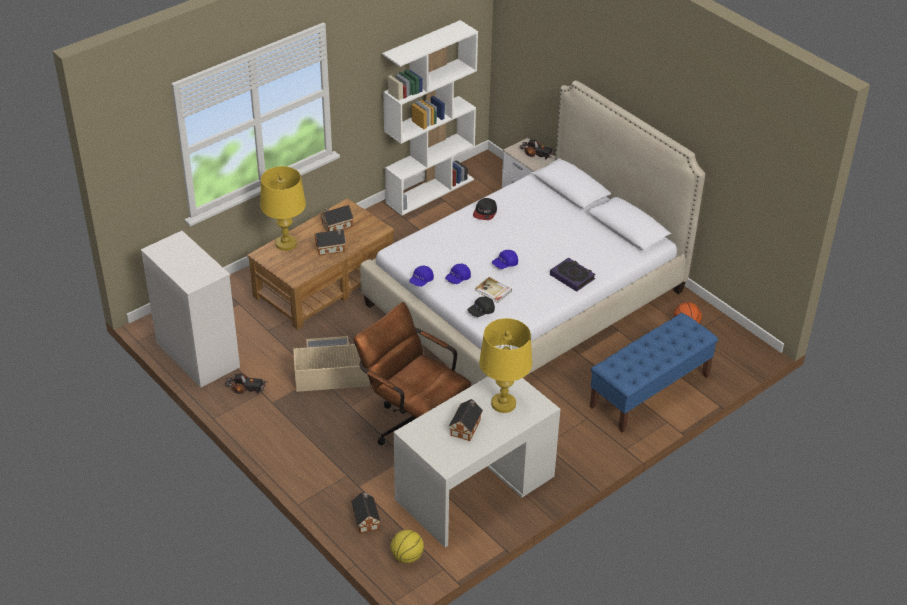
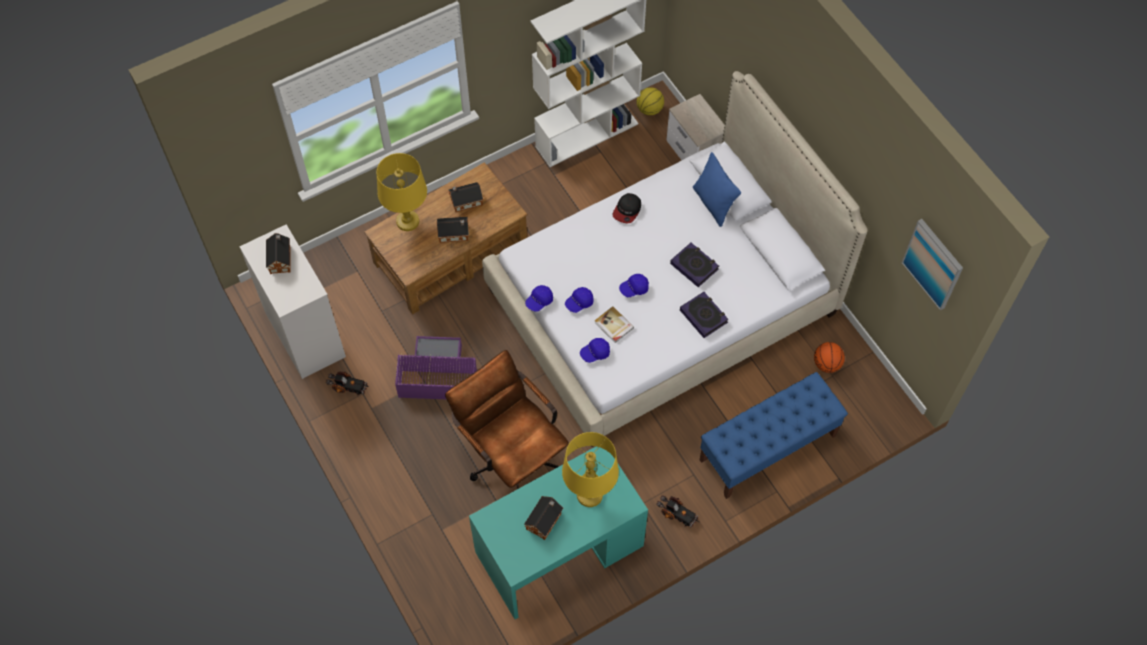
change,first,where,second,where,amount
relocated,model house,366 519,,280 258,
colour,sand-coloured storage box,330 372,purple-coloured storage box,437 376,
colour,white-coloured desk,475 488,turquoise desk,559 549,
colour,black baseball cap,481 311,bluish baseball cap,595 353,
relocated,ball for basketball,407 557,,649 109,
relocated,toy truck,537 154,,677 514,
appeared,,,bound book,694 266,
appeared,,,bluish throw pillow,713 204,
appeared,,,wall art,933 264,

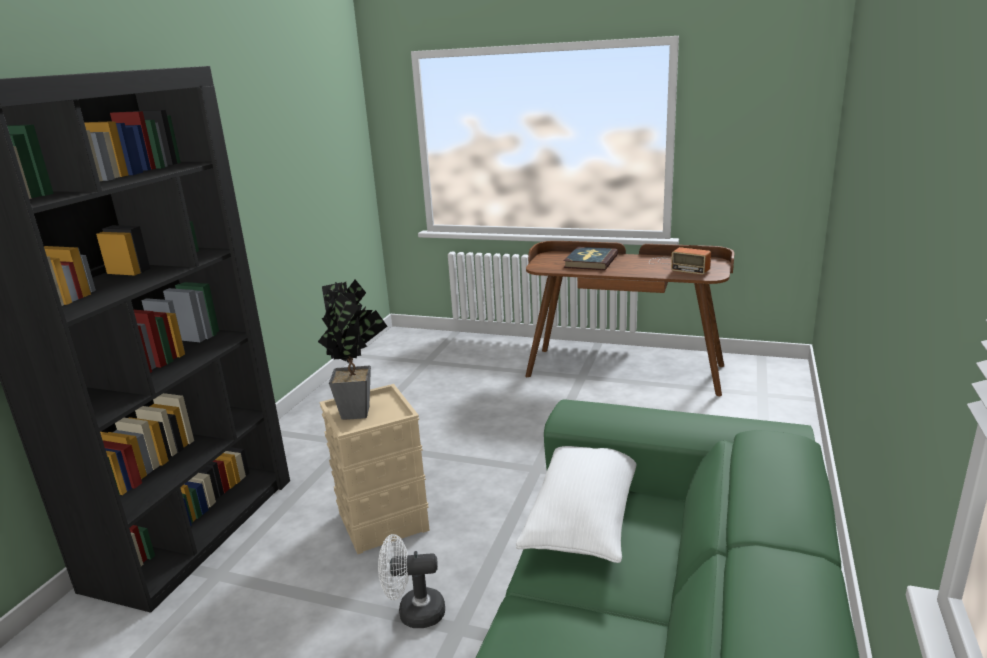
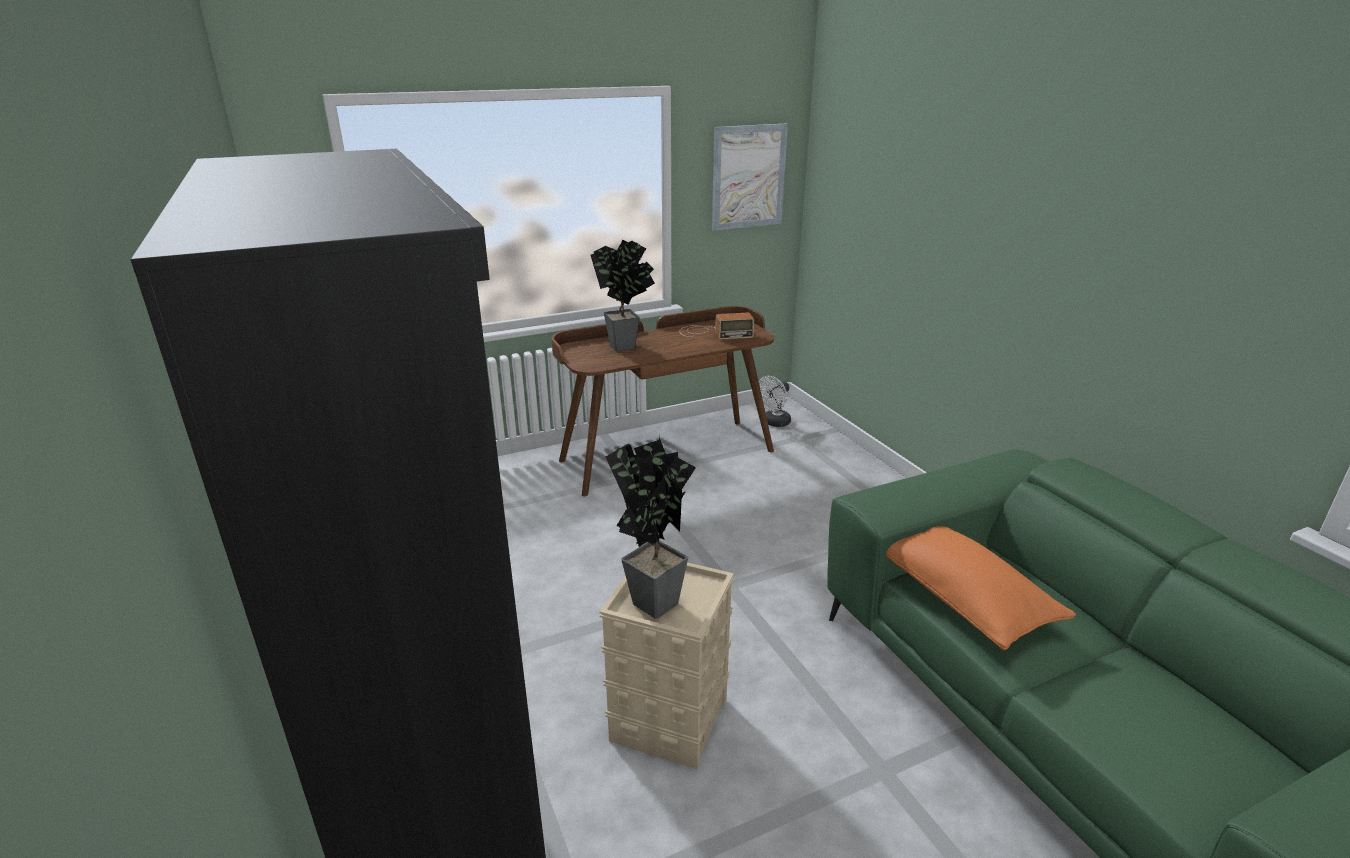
change,first,where,second,where,amount
exchanged,bound book,590 261,houseplant,627 346,
appeared,,,wall art,748 177,
relocated,white-coloured fan,414 613,,774 423,
colour,white-coloured throw pillow,584 518,orange-coloured throw pillow,962 599,

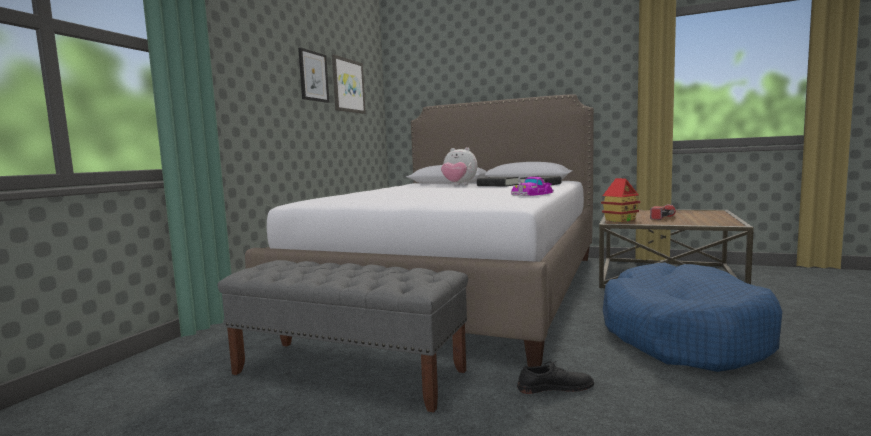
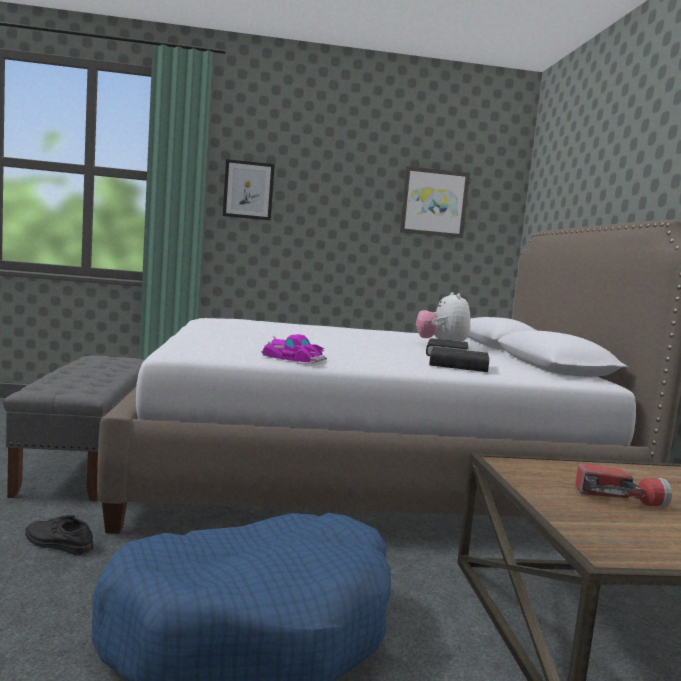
change,first,where,second,where,amount
spun,black low shoe,555 387,,57 543,150 degrees clockwise
relocated,wall art,313 76,,248 190,
missing,model house,620 220,,,

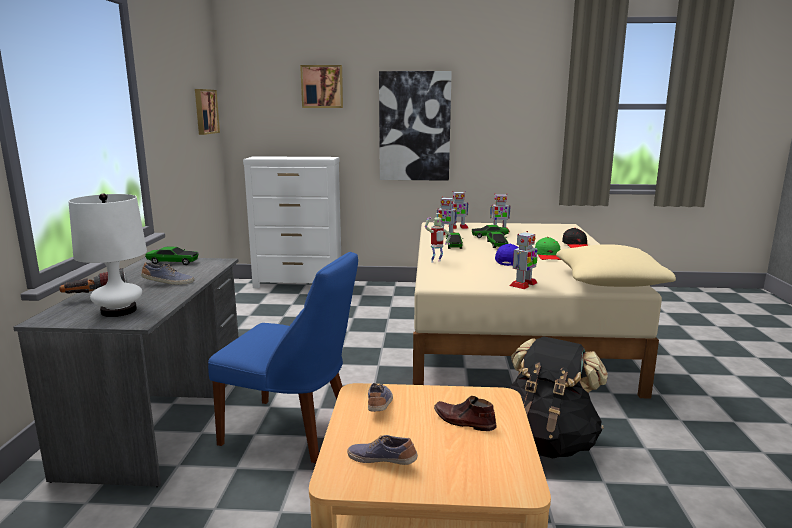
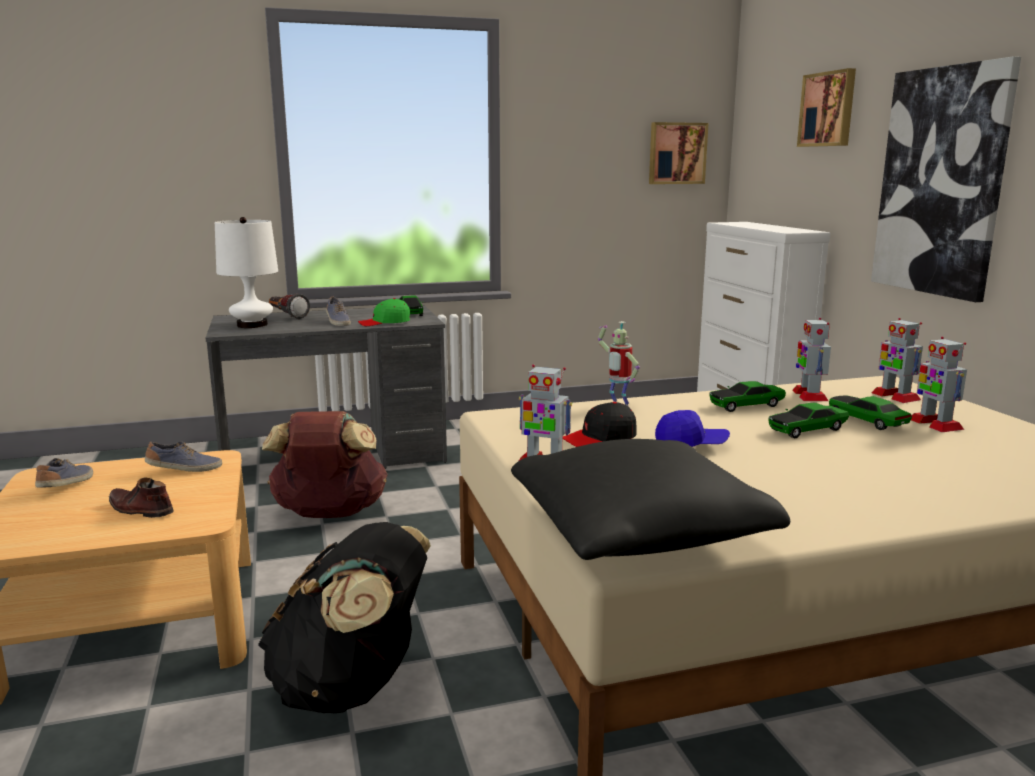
change,first,where,second,where,amount
spun,brownish low shoe,463 421,,140 509,75 degrees counterclockwise
exchanged,bluish chair,293 431,brownish rucksack,329 514,
relocated,greenish baseball cap,548 255,,385 322,
colour,sand-coloured throw pillow,609 282,black throw pillow,638 530,
relocated,black baseball cap,576 245,,600 438,

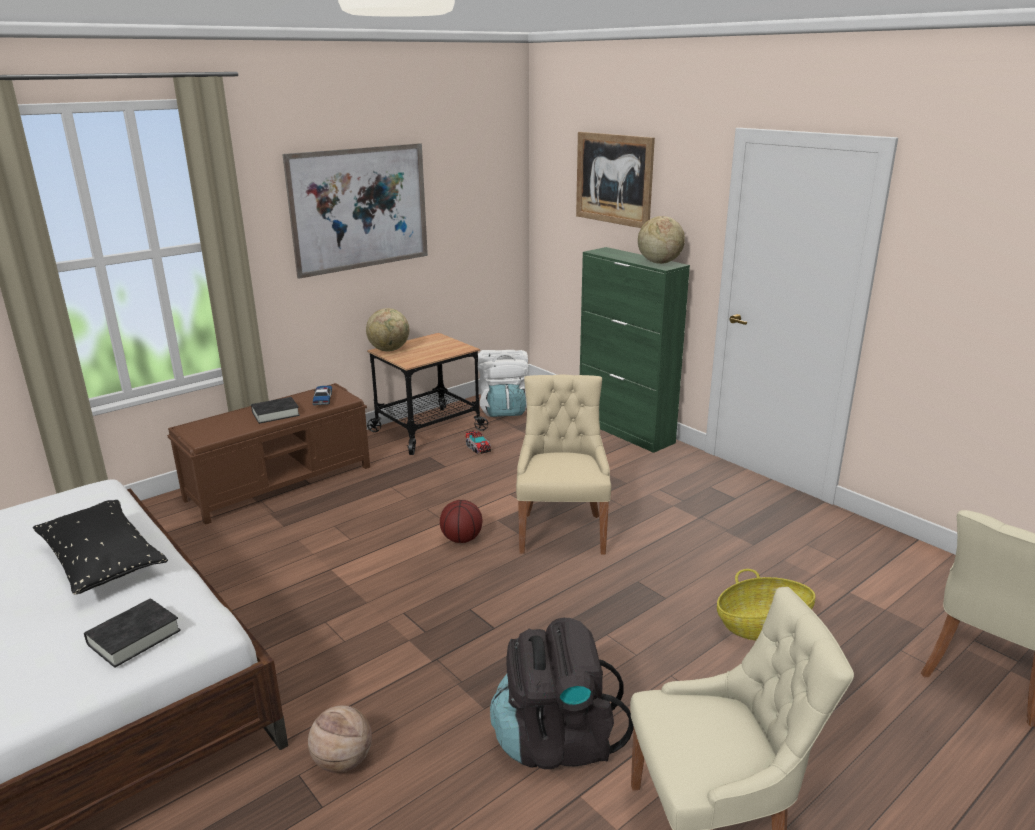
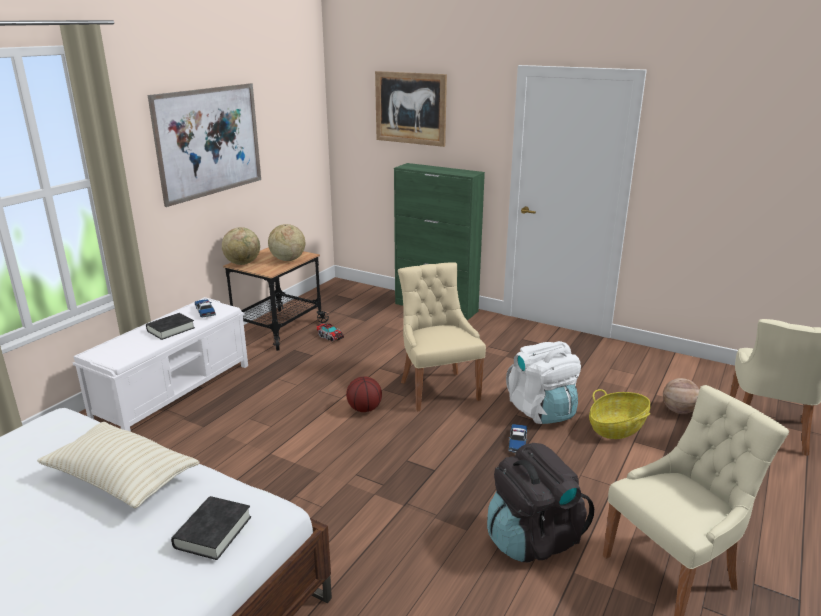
change,first,where,second,where,amount
colour,black throw pillow,102 562,sand-coloured throw pillow,121 478,
colour,brownish long seat,281 482,white-coloured long seat,175 391,
relocated,world globe,659 262,,287 259,
relocated,white-coloured rucksack,503 410,,542 410,
appeared,,,miniature car,517 442,
relocated,ball for basketball,343 762,,678 411,

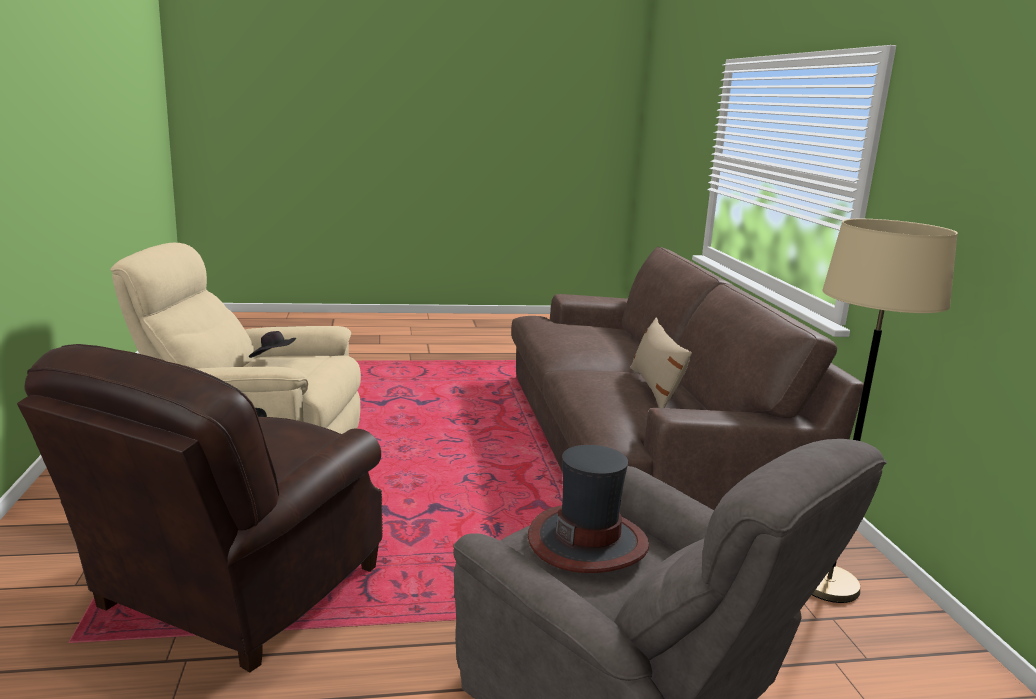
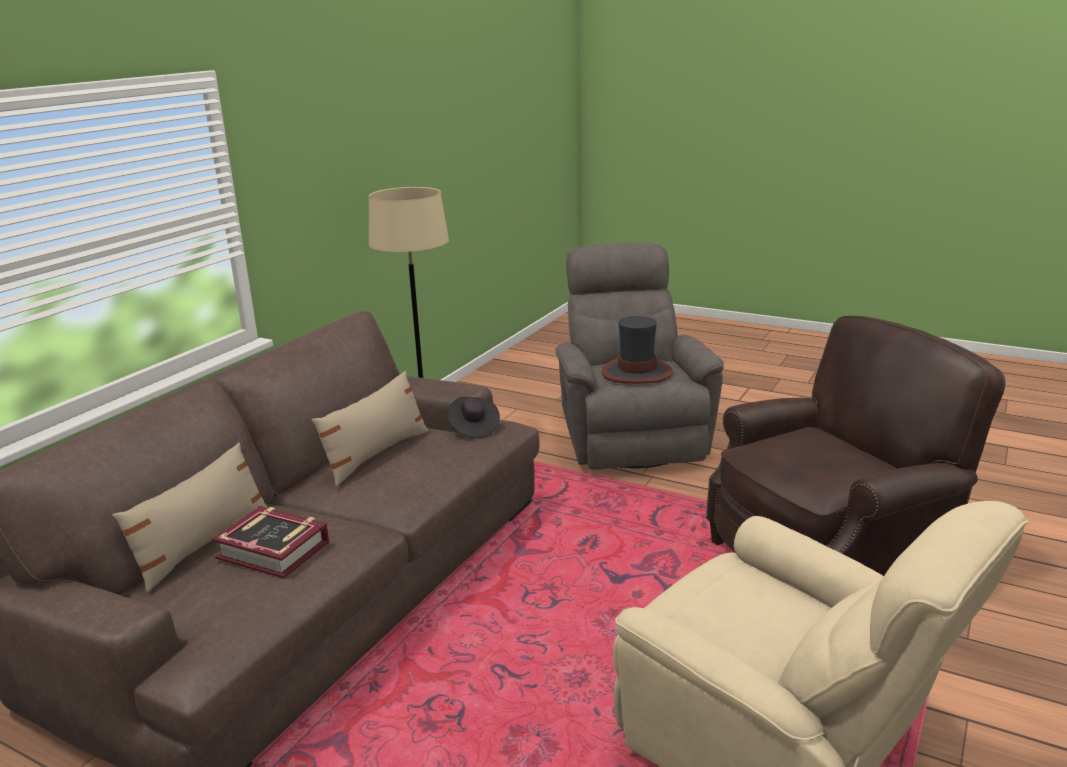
change,first,where,second,where,amount
appeared,,,sand-coloured throw pillow,203 545,
appeared,,,bound book,274 550,
relocated,black clothing hat,274 359,,473 428,

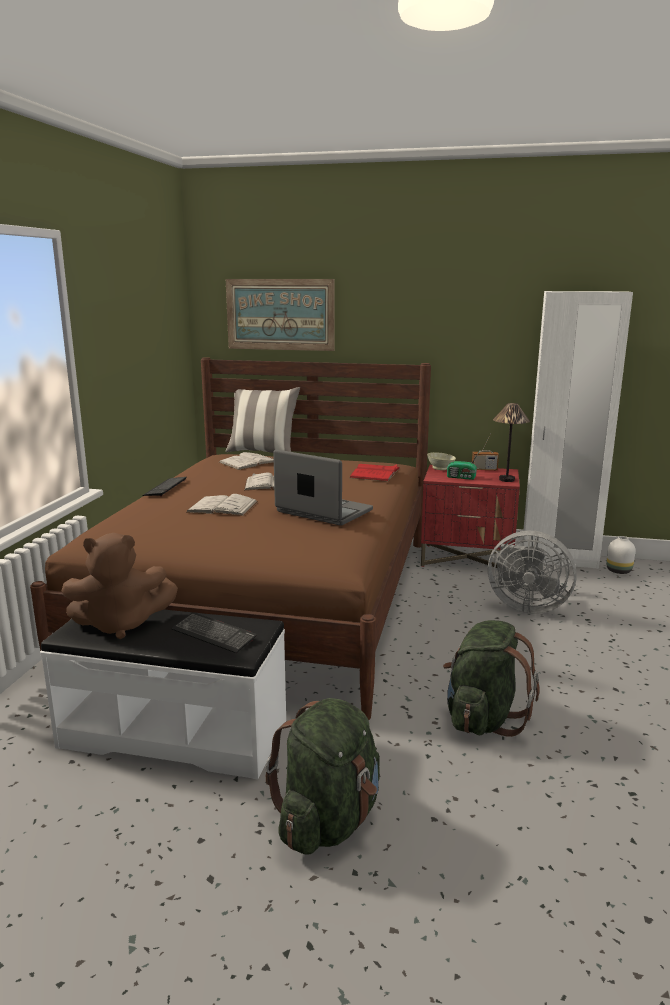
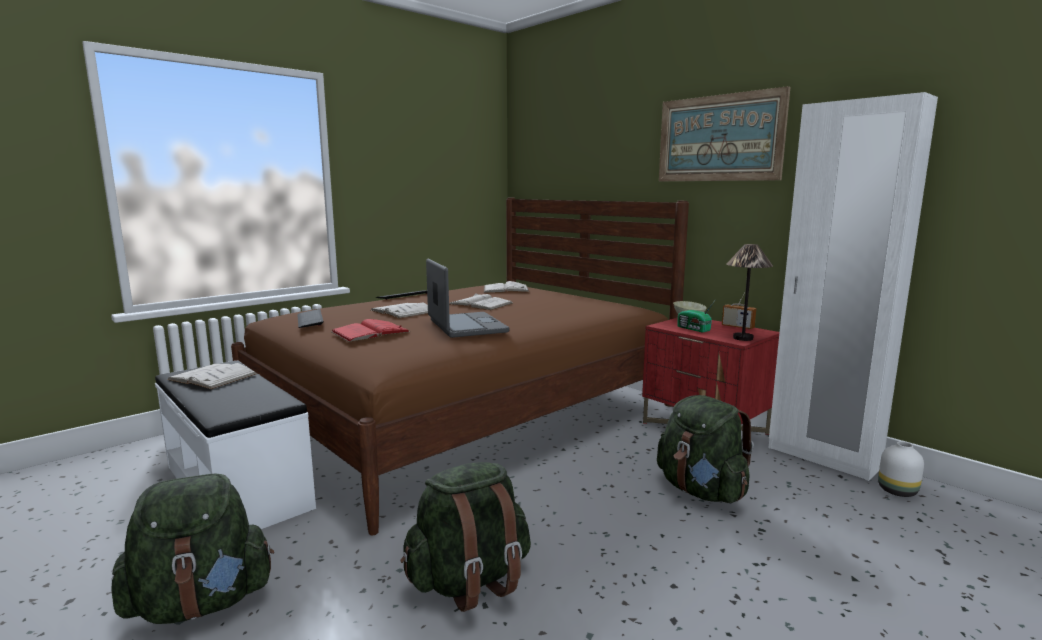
change,first,where,second,where,amount
exchanged,brownish soft toy,121 624,white-coloured bound book,212 377,
relocated,keyboard,213 634,,310 320,
relocated,reddish bound book,375 473,,370 332,
exchanged,grey fan,525 606,greenish rucksack,701 491,
relocated,wall art,280 314,,719 138,
missing,throw pillow,263 453,,,

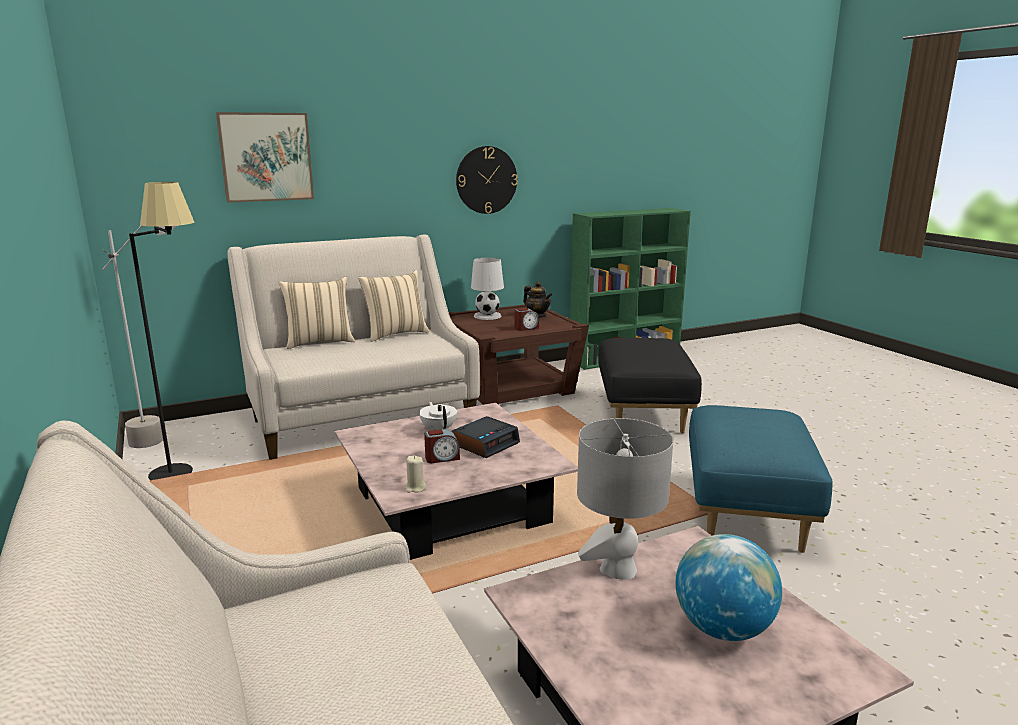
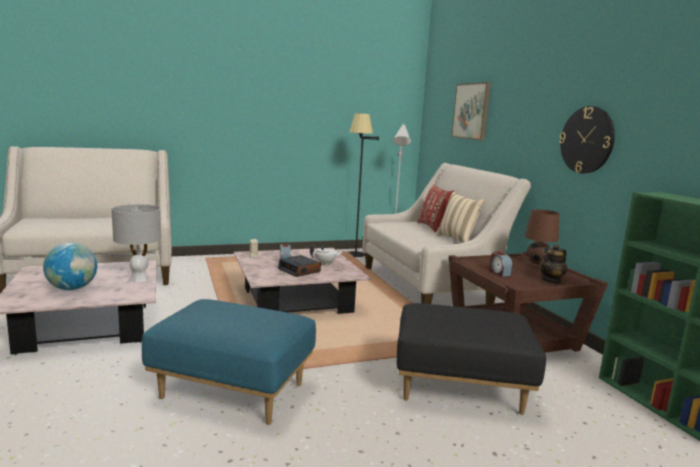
change,first,where,second,where,amount
colour,sand-coloured throw pillow,319 342,reddish throw pillow,433 227,
colour,white-coloured table lamp,487 316,brownish table lamp,537 265,

